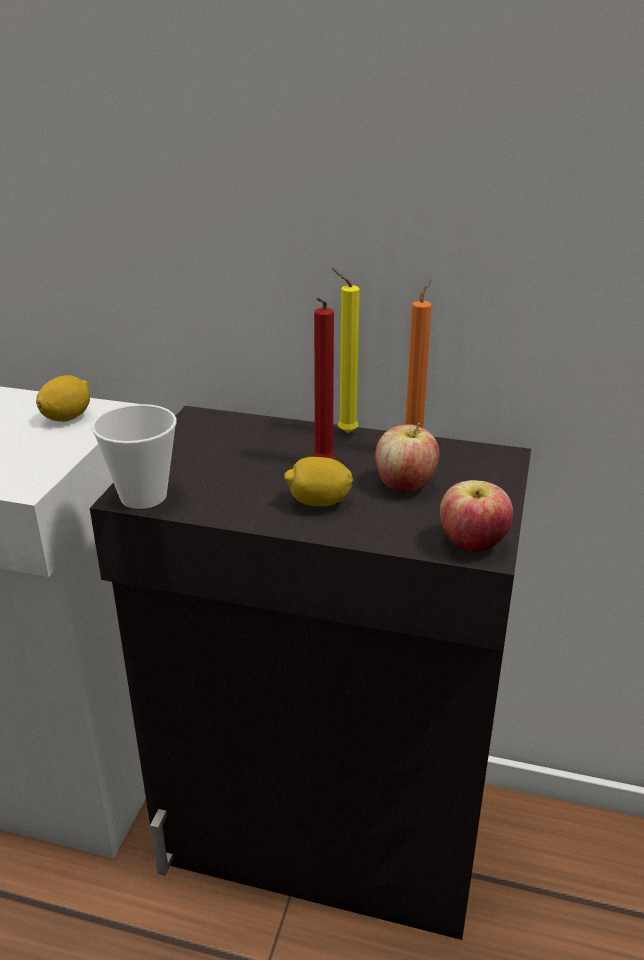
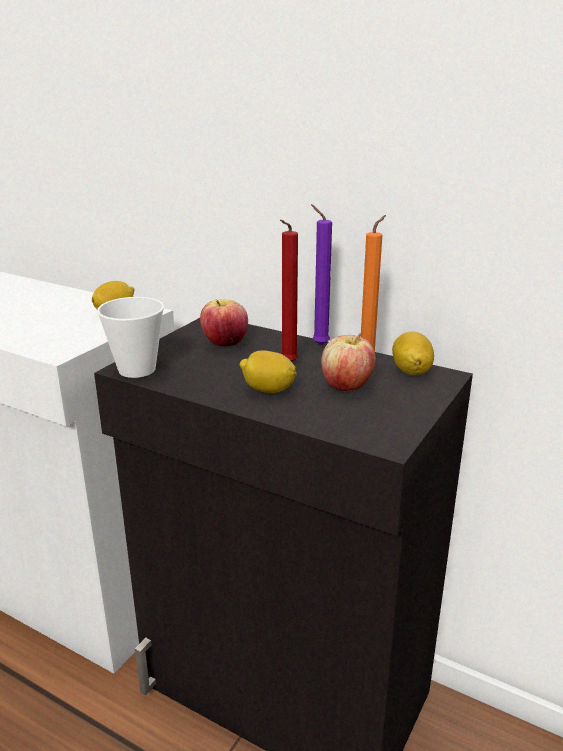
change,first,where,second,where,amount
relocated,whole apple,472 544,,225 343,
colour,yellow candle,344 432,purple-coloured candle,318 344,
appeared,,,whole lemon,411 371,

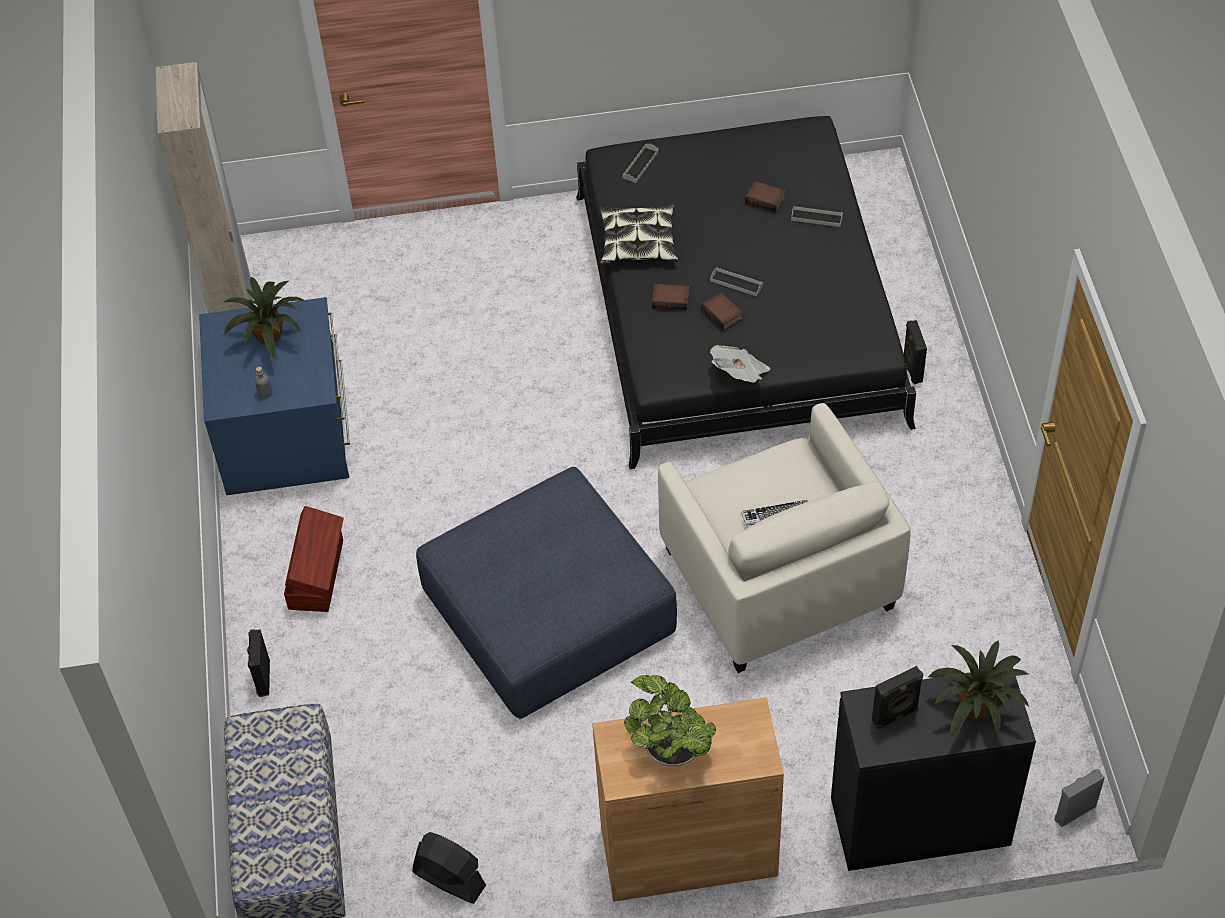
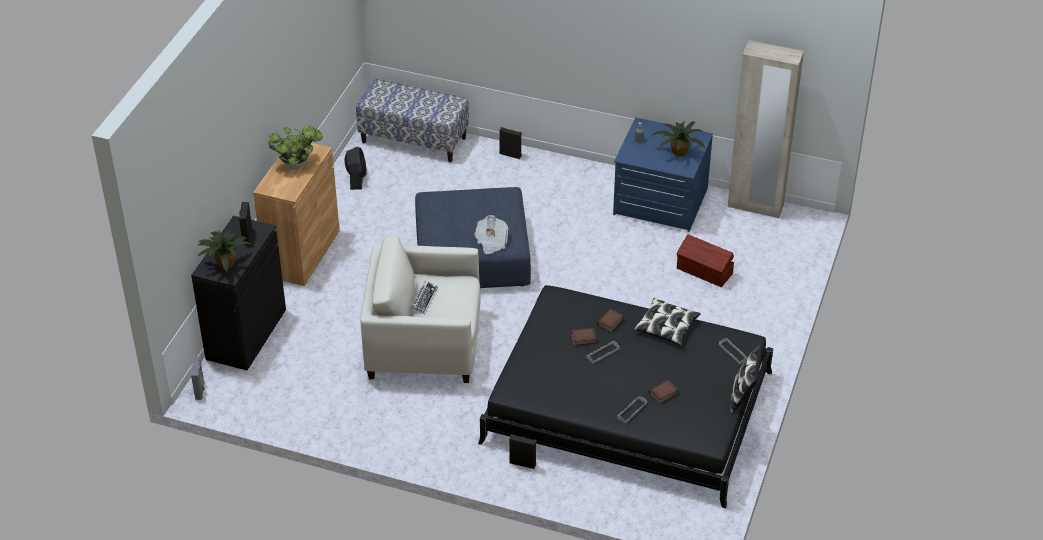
change,first,where,second,where,amount
spun,black fan,449 878,,356 178,60 degrees counterclockwise
relocated,printed paper,740 373,,491 242,
relocated,brownish storage box,317 573,,704 272,
appeared,,,throw pillow,743 395,

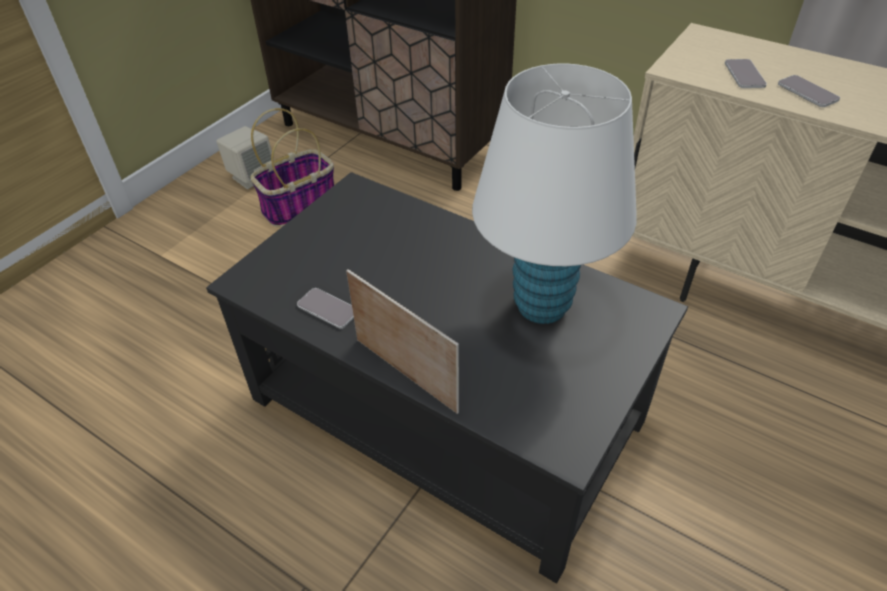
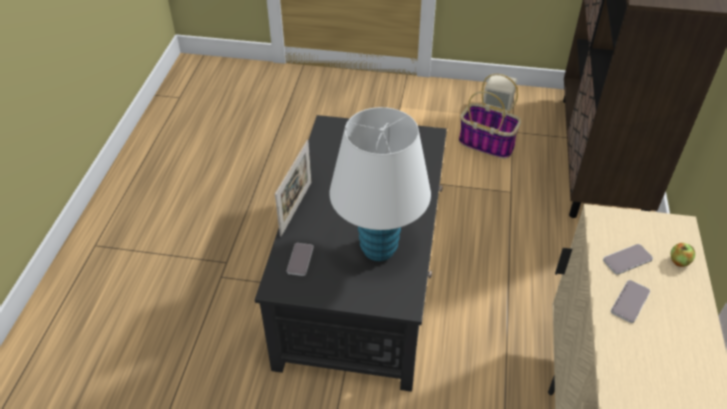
change,first,where,second,where,amount
relocated,phone,328 309,,300 260,
appeared,,,whole apple,679 261,

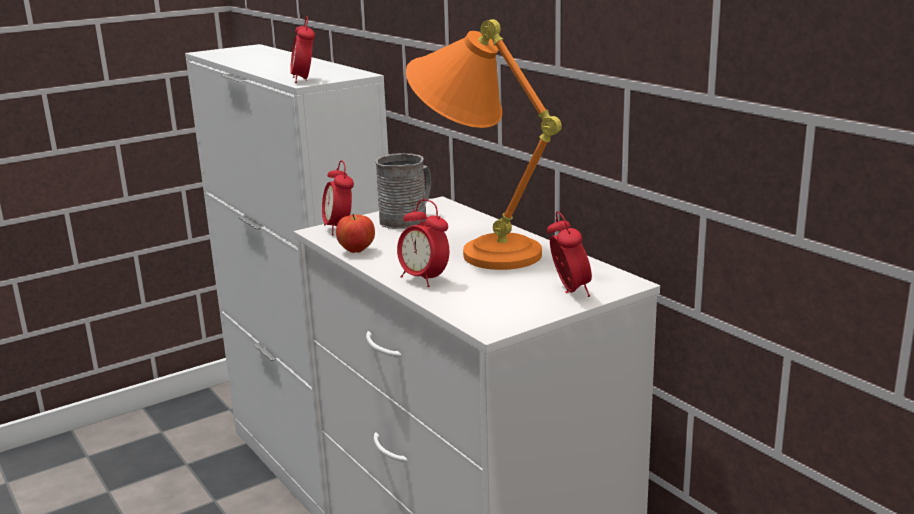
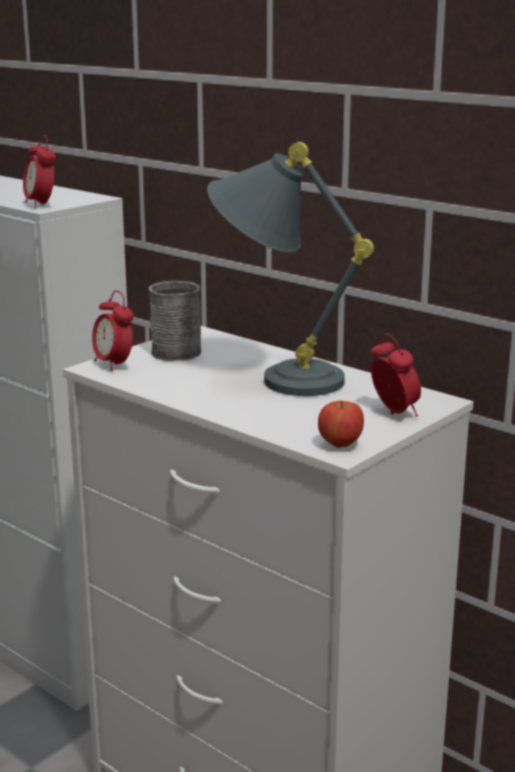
change,first,where,second,where,amount
colour,orange-coloured table lamp,478 250,grey table lamp,275 377,
relocated,whole apple,357 251,,340 444,
missing,table clock,424 279,,,

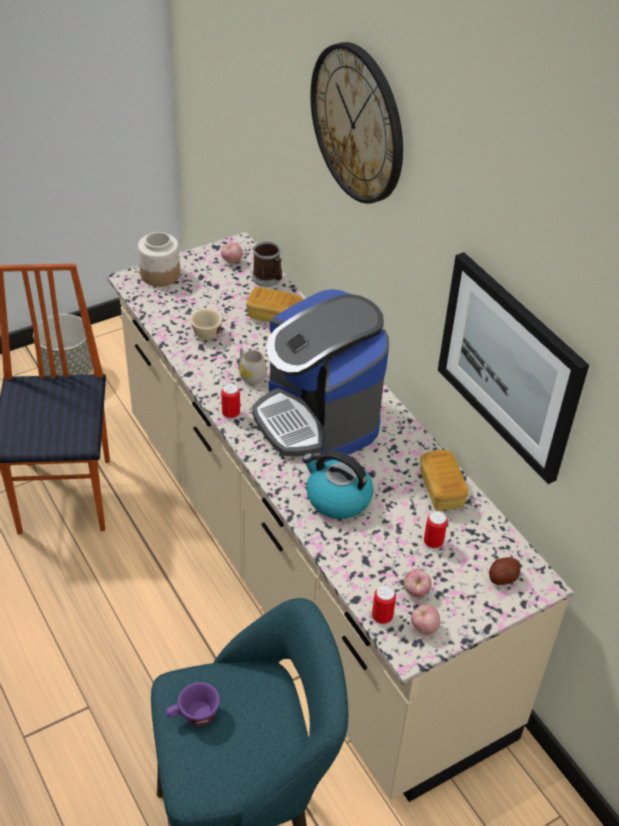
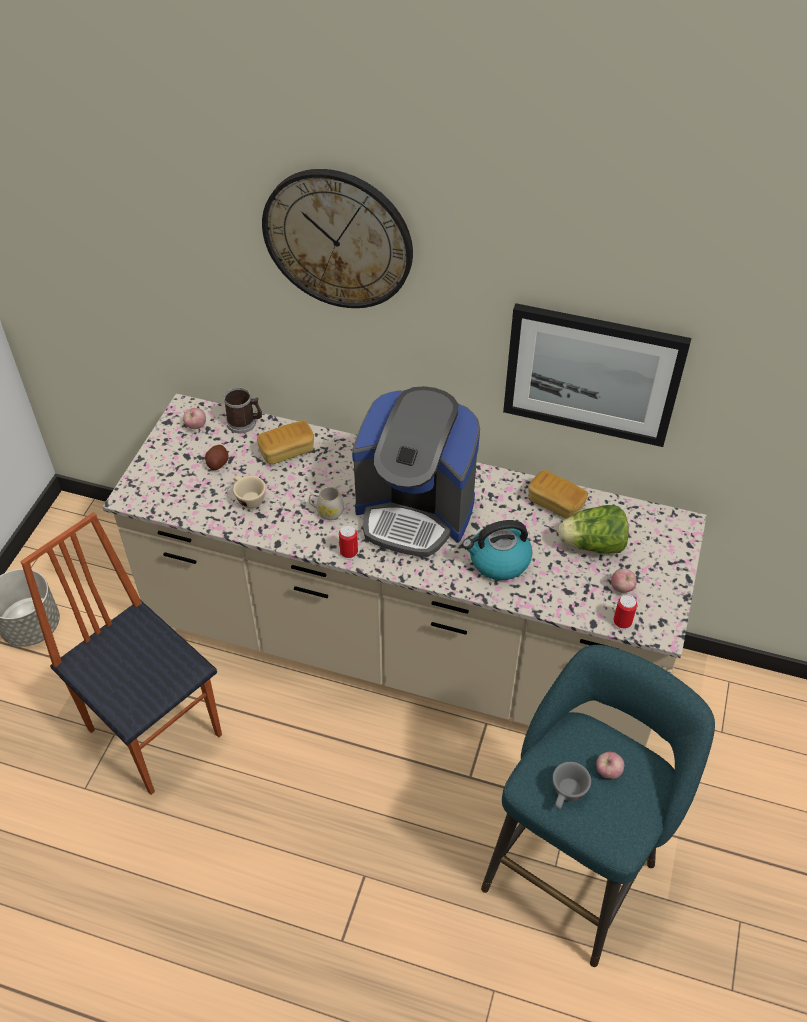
change,first,where,second,where,amount
relocated,spud,502 577,,217 463,
colour,purple-coloured small cup,193 716,grey small cup,567 795,
exchanged,metal can,433 542,head of lettuce,593 545,
relocated,whole apple,424 628,,608 771,
missing,preserve jar,160 275,,,

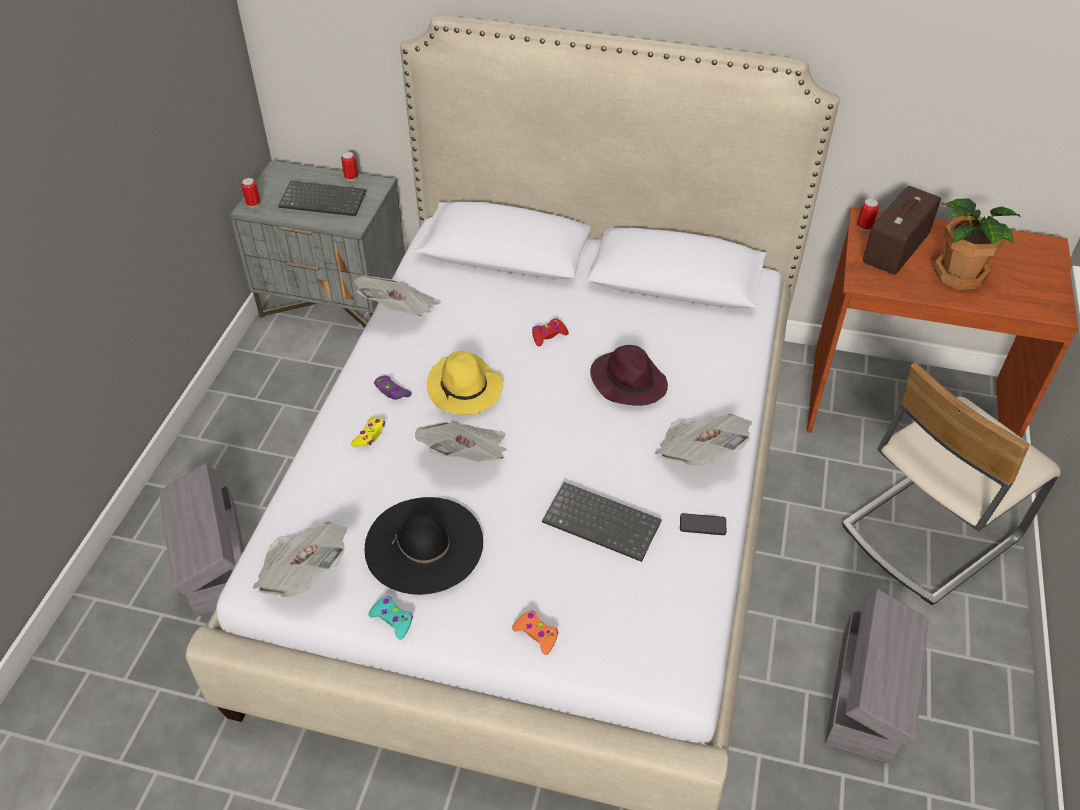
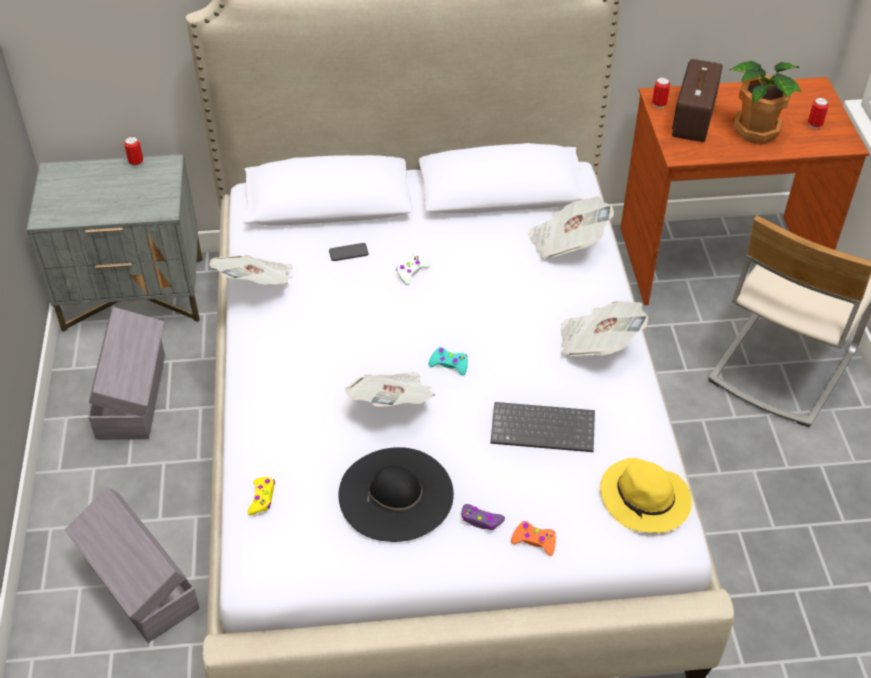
change,first,where,second,where,amount
relocated,grey storage box,868 693,,133 395,
relocated,yellow game controller,369 435,,262 498,
relocated,phone,702 525,,348 253,
colour,reddish game controller,548 335,white-coloured game controller,411 272,
relocated,turquoise game controller,392 620,,449 364,
relocated,purple-coloured game controller,392 391,,481 520,
relocated,printed paper,304 573,,567 243,
relocated,yellow clothing hat,465 389,,645 500,
relocated,metal can,253 204,,814 125,
missing,keyboard,324 200,,,
missing,purple-coloured clothing hat,627 381,,,

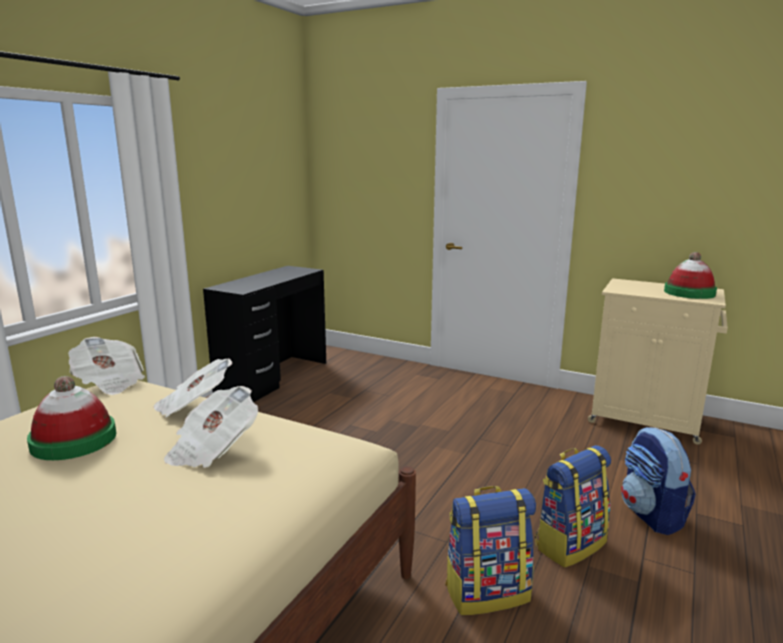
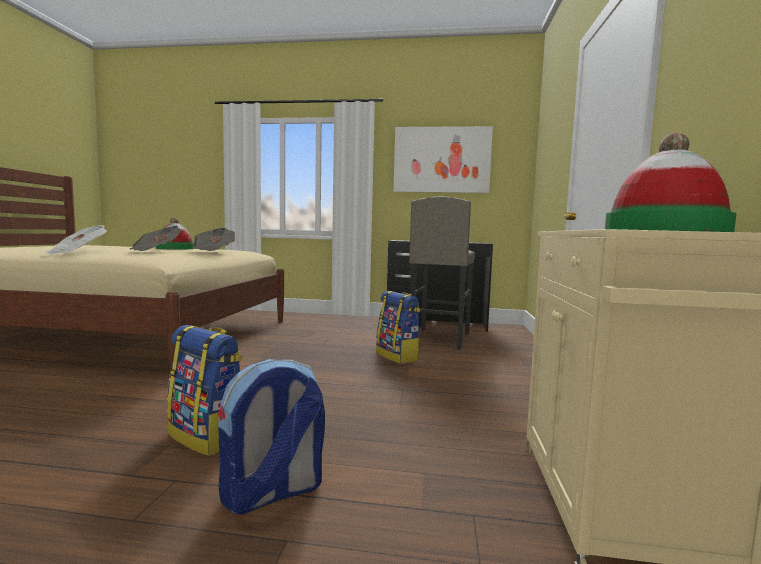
change,first,where,second,where,amount
relocated,printed paper,109 382,,77 253,
relocated,rucksack,487 592,,398 356,
appeared,,,wall art,441 160,
appeared,,,grey stool,439 339,

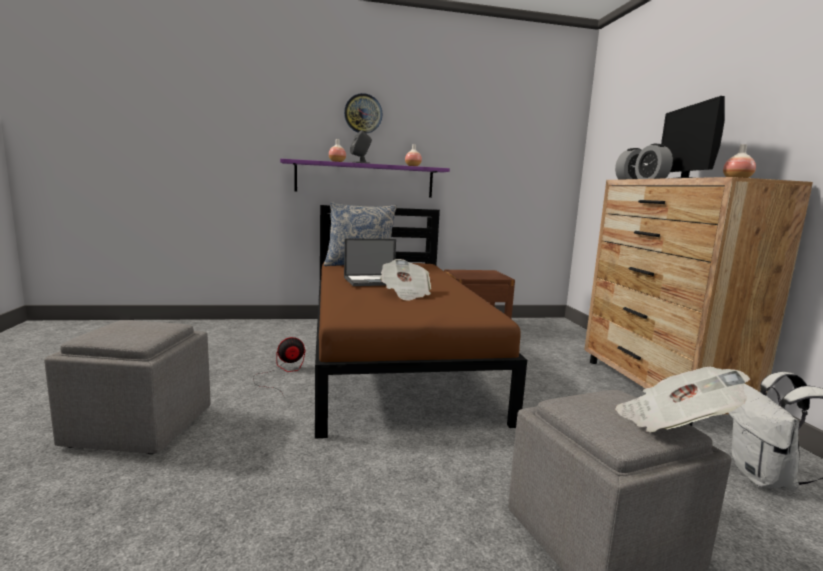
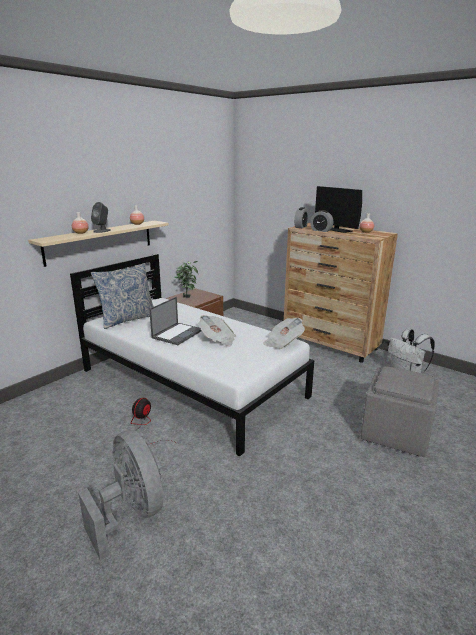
change,first,where,second,where,amount
colour,purple-coloured bracket shelf,365 179,sand-coloured bracket shelf,100 242,
colour,brownish bed,393 359,white-coloured bed,192 382,
exchanged,grey ottoman,140 427,grey fan,131 513,
appeared,,,houseplant,187 296,
relocated,printed paper,673 424,,283 343,
missing,clock on the wall,363 114,,,

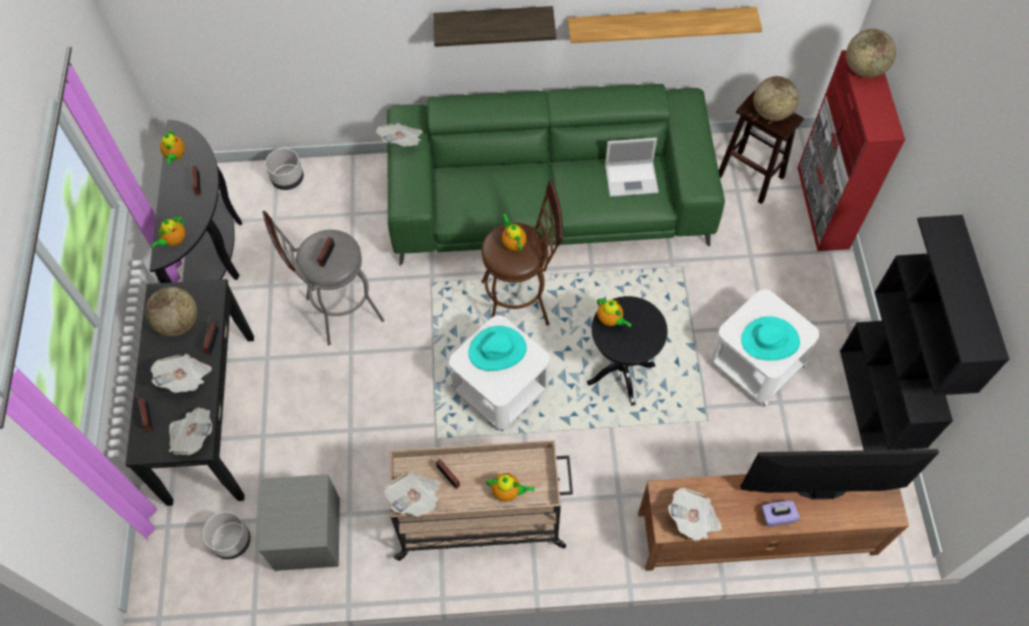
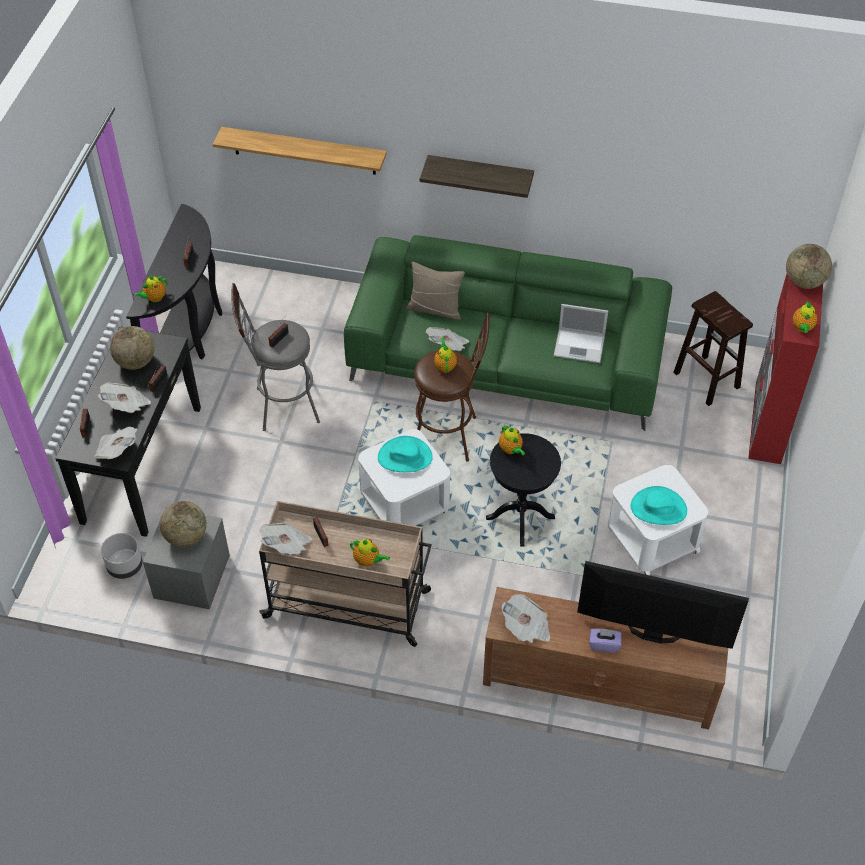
change,first,where,second,where,amount
relocated,world globe,771 112,,186 537,
relocated,bracket shelf,660 24,,304 151,
appeared,,,sand-coloured throw pillow,435 309,
relocated,printed paper,402 142,,448 346,
relocated,teapot,175 156,,802 328,
missing,grey plant pot,288 179,,,
missing,black shelving unit,873 409,,,

